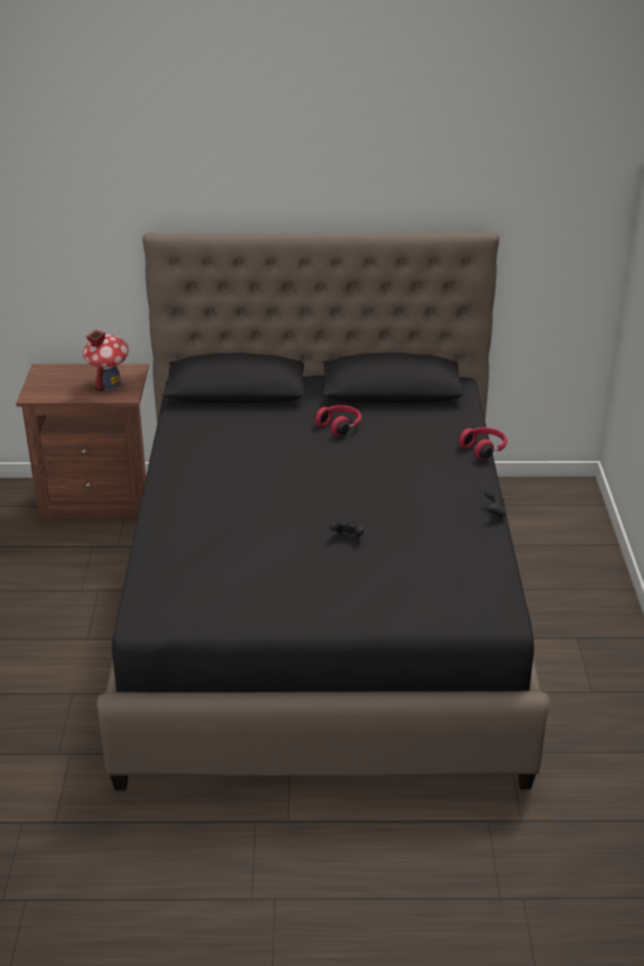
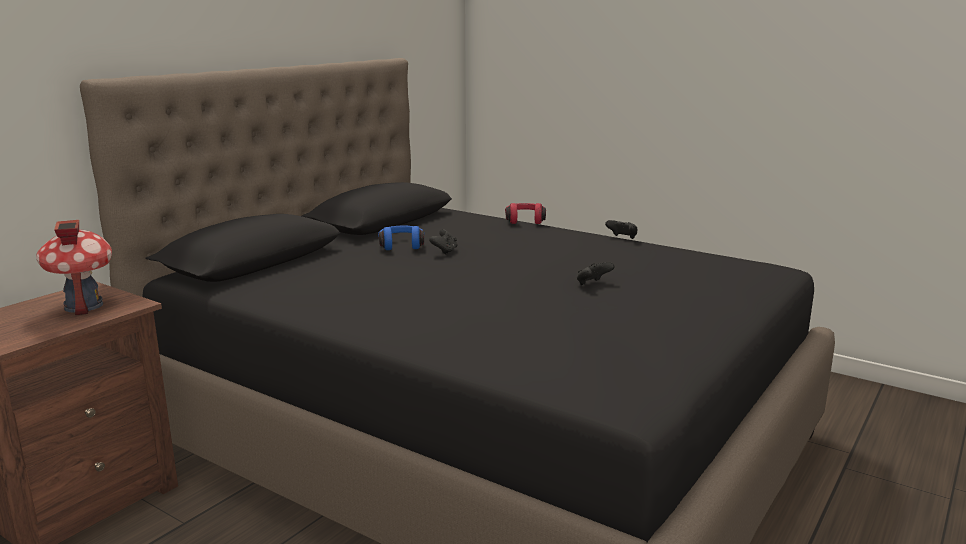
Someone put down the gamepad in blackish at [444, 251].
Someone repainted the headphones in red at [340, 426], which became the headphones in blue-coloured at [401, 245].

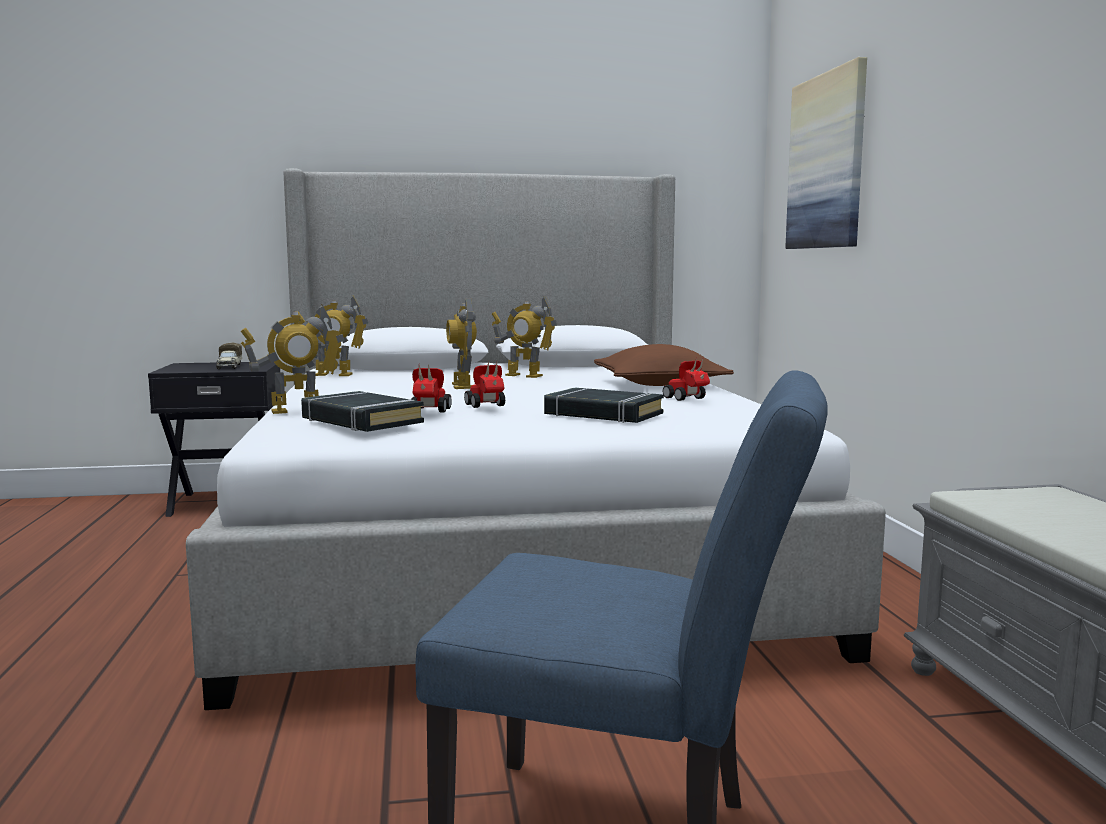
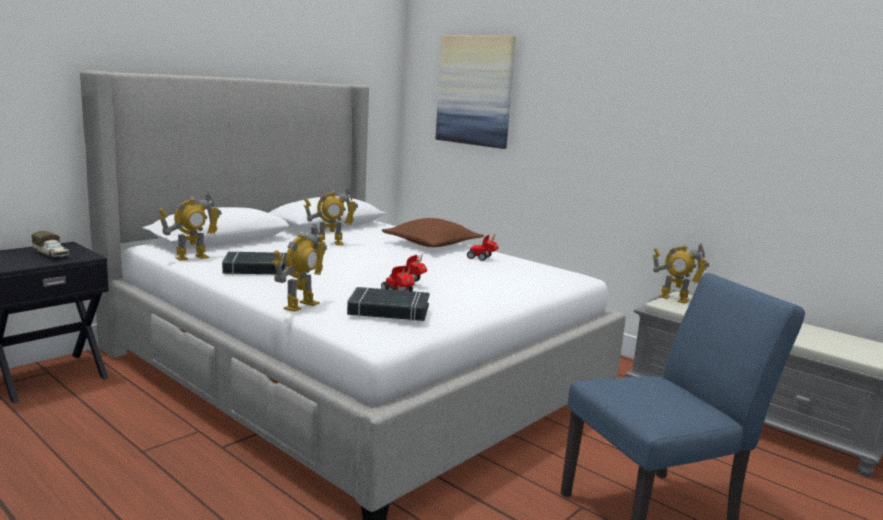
Someone carried the model robot from [462, 386] to [674, 299].
Someone carried the book in blackish from [603, 414] to [258, 269].

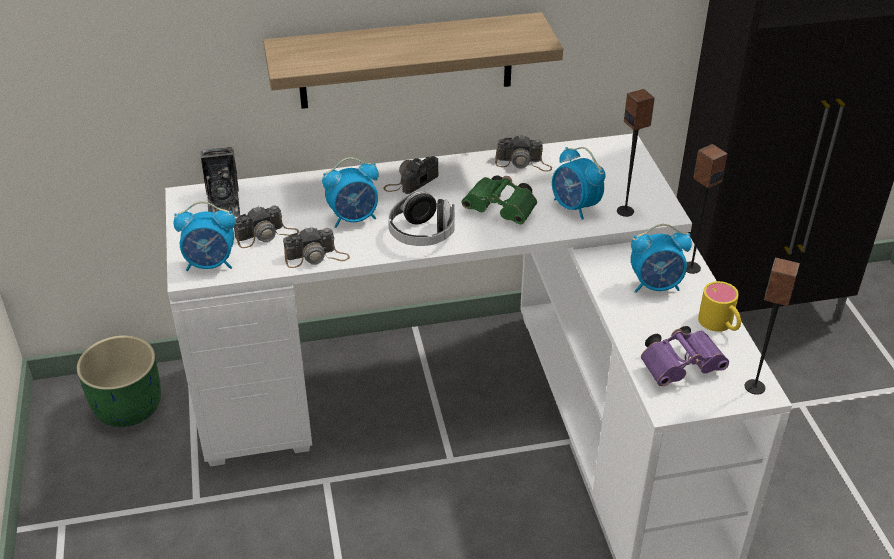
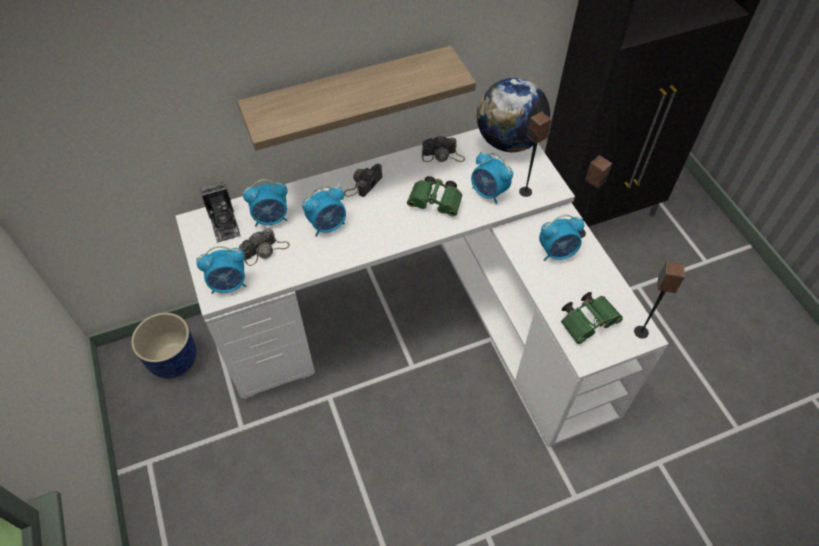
Someone took away the photo camera at [316, 257].
Someone took away the headphones at [422, 234].
Someone took away the coffee mug in yellowish at [720, 325].
Someone put down the table clock at [271, 218].
Someone put down the world globe at [508, 141].
Someone repainted the plant pot in green at [129, 407], which became the plant pot in blue-coloured at [174, 359].
Someone repainted the binoculars in purple-coloured at [682, 366], which became the binoculars in green at [589, 322].

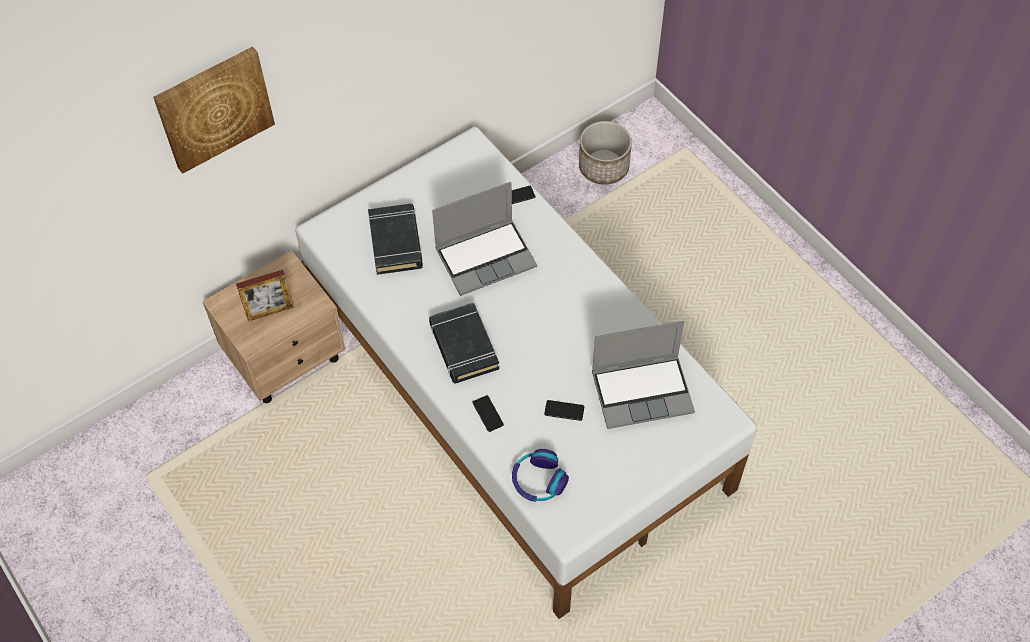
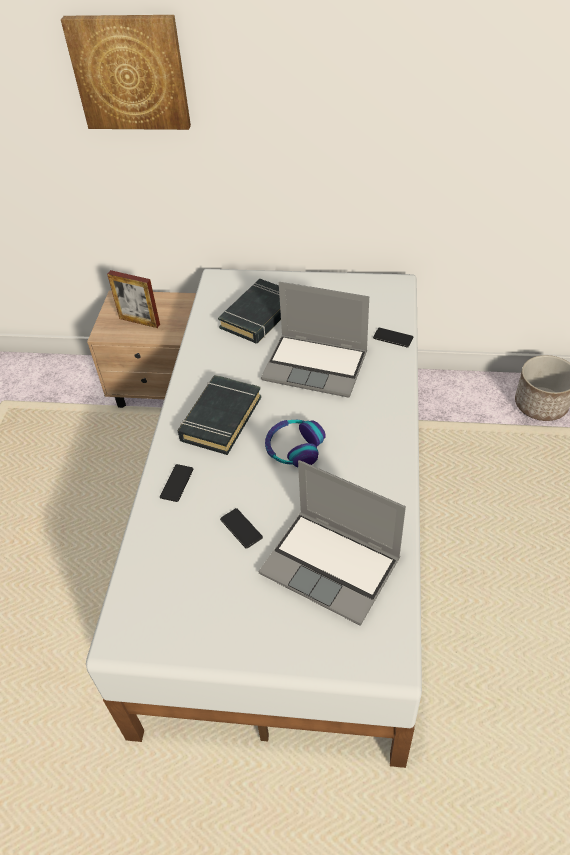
Someone carried the headphones from [538, 480] to [294, 448].

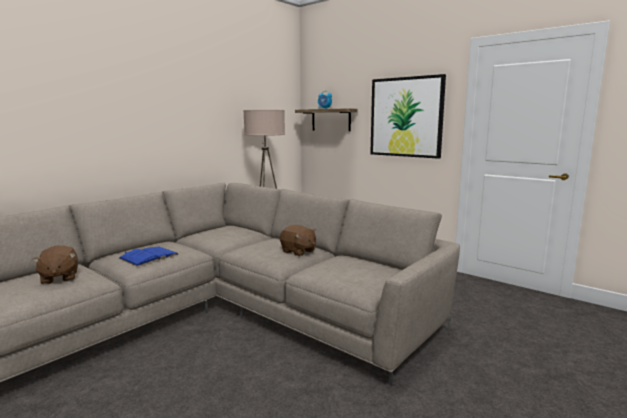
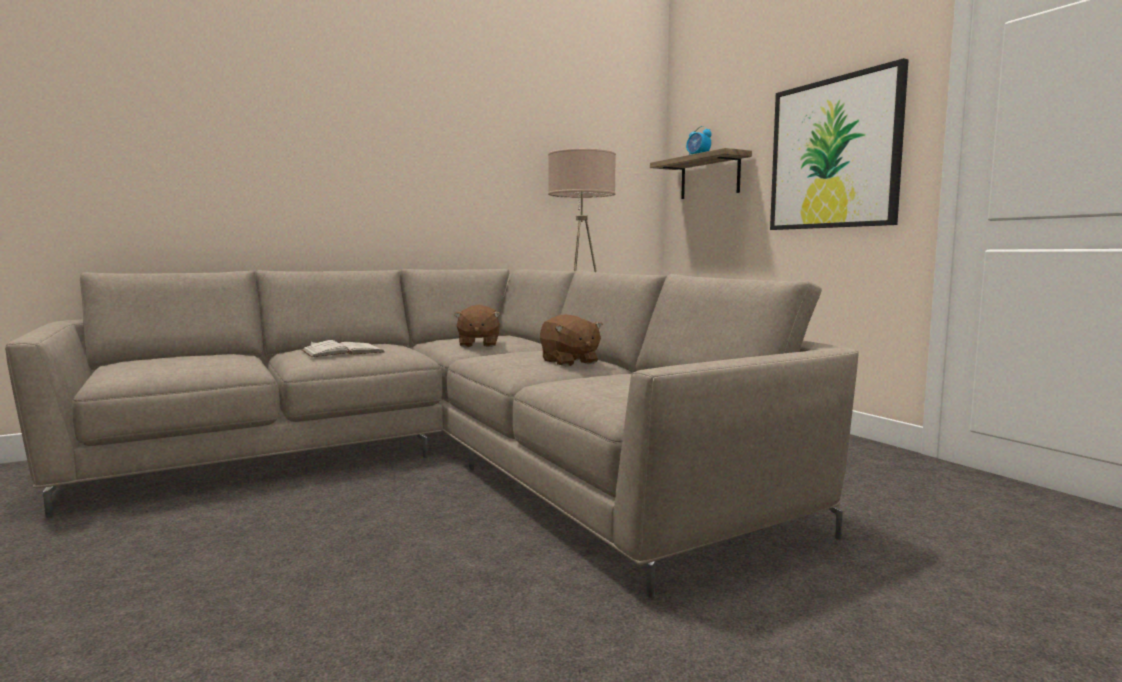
Someone carried the plush toy in brownish from [59, 278] to [478, 344].
Someone repainted the book in blue-coloured at [149, 256], which became the book in white at [342, 351].

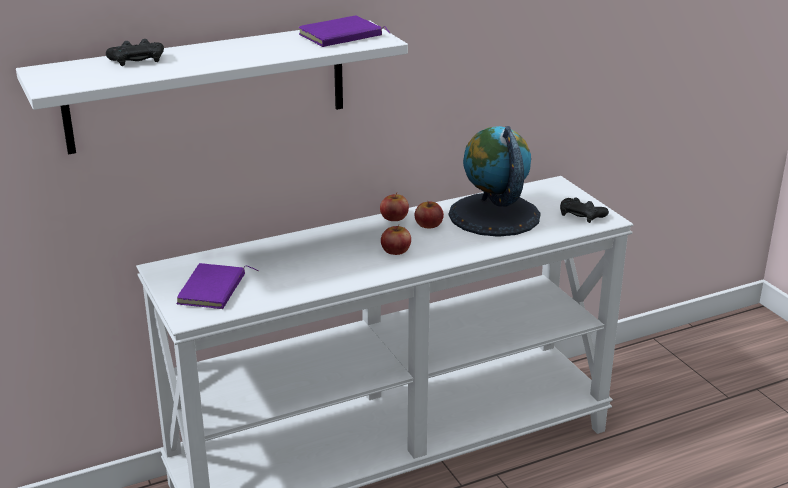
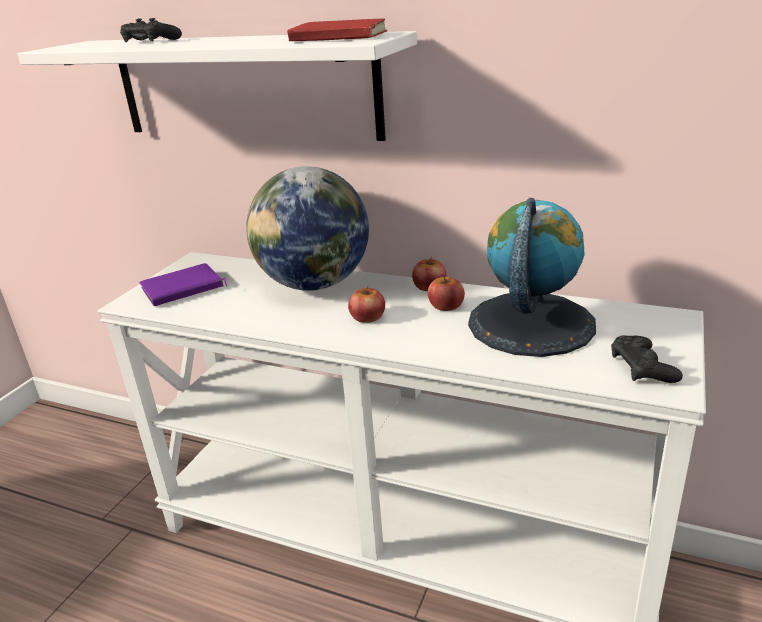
Someone put down the world globe at [315, 284].
Someone repainted the book in purple-coloured at [341, 37], which became the book in red at [337, 38].

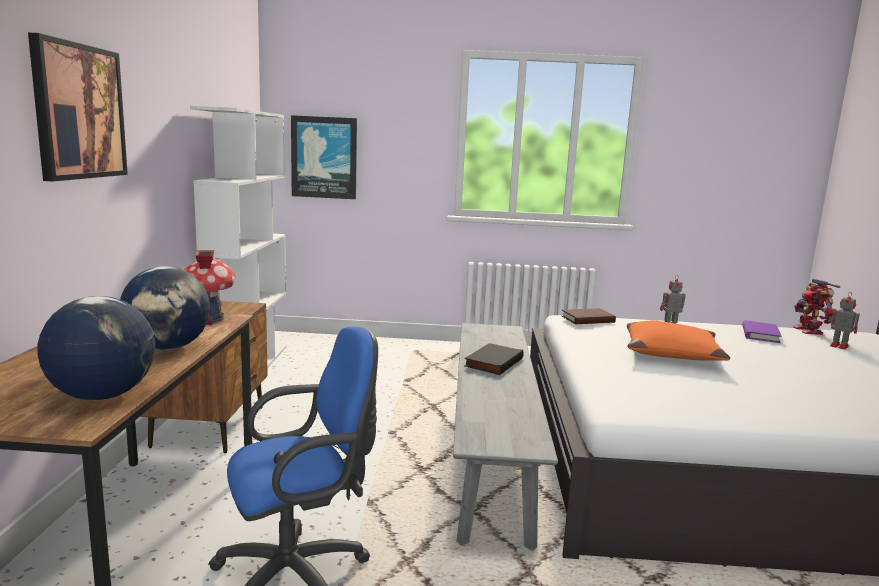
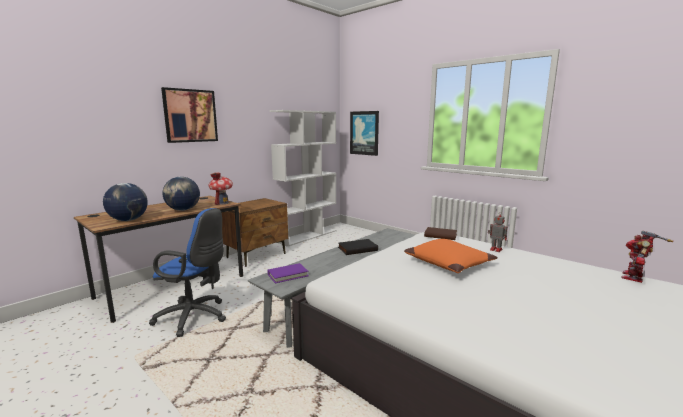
Someone took away the model robot at [838, 346].
Someone carried the book in purple-coloured from [760, 334] to [287, 275].

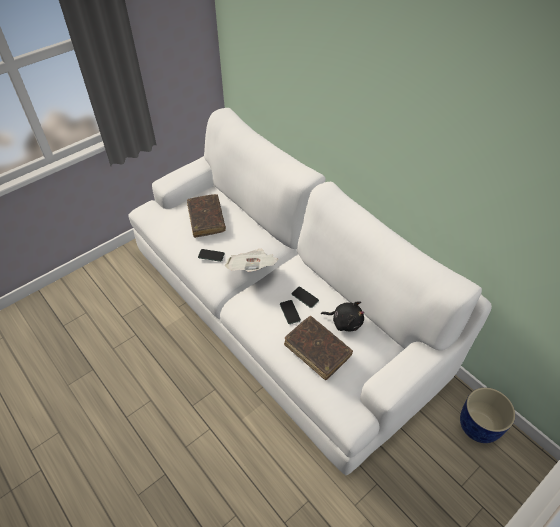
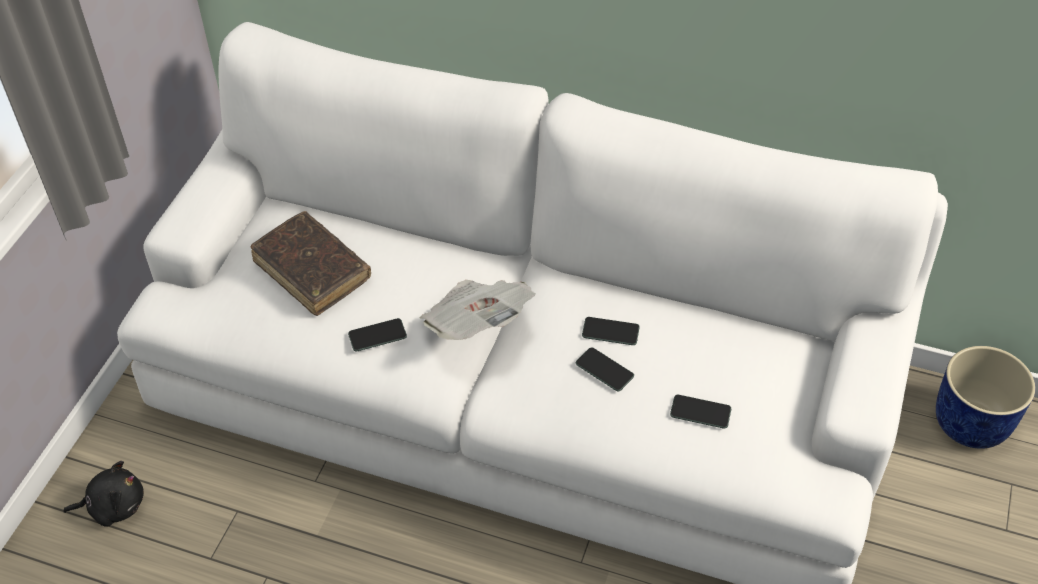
Someone carried the plush toy in blackish from [345, 322] to [113, 506].
Someone swapped the book in brownish at [317, 350] for the telephone at [700, 412].

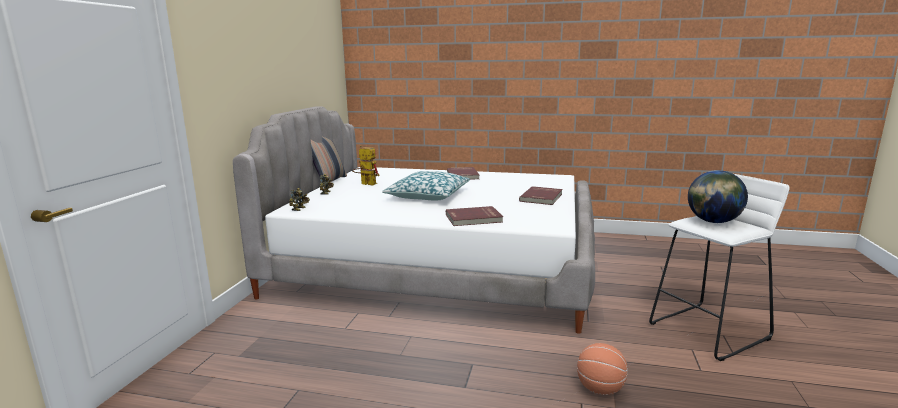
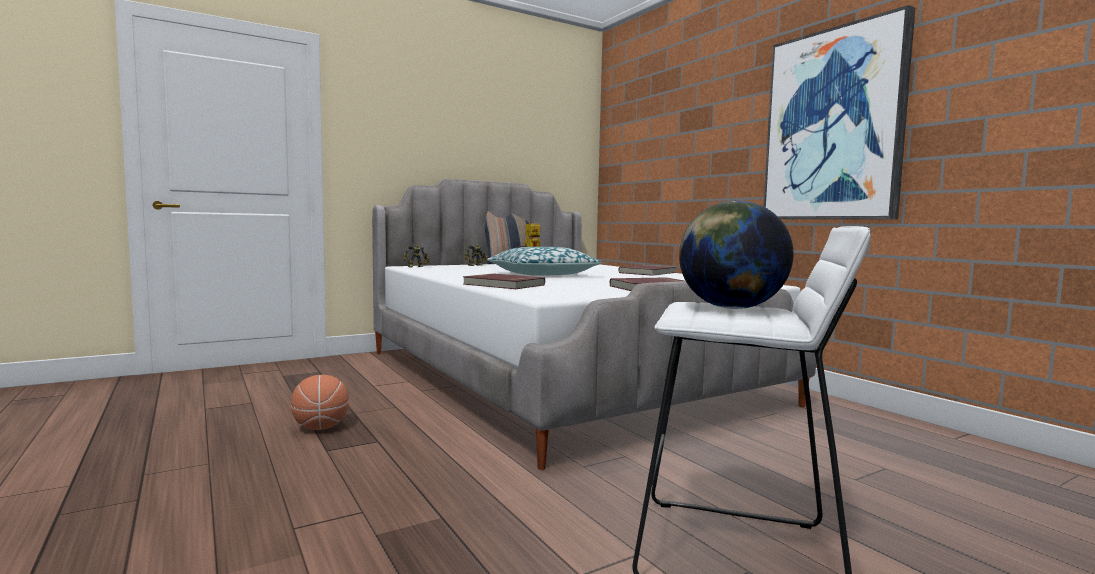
Someone put up the wall art at [833, 125].
Someone carried the basketball ball from [600, 389] to [321, 428].

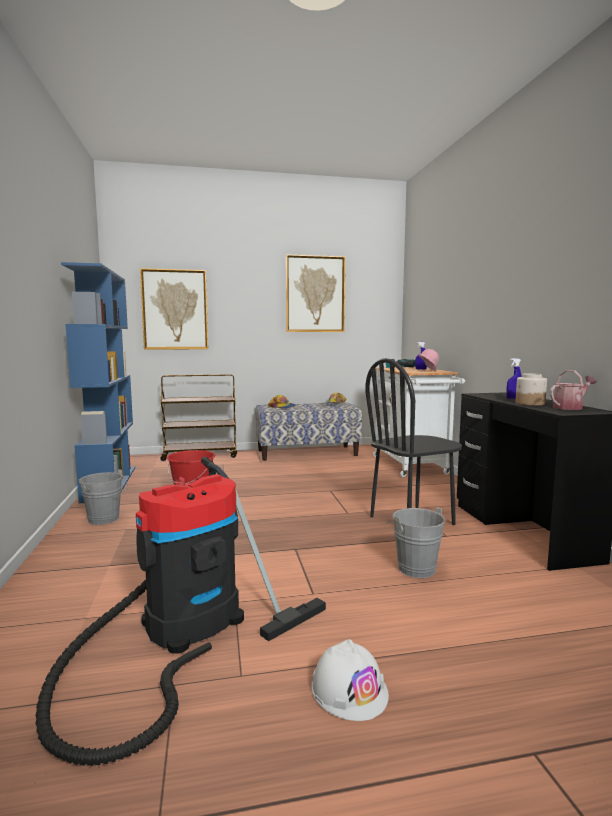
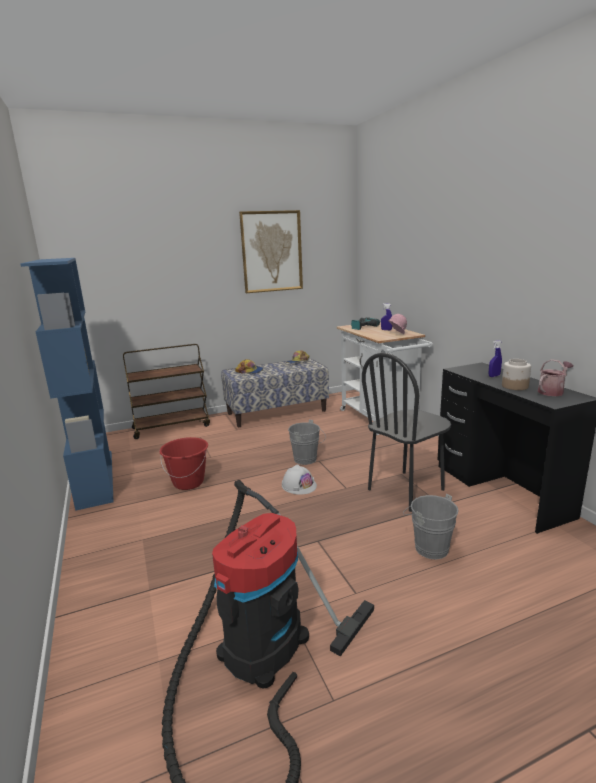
Someone took away the wall art at [175, 310].
Someone carried the bucket in gray from [105, 520] to [307, 460].
Someone carried the hard hat in white from [349, 689] to [299, 485].

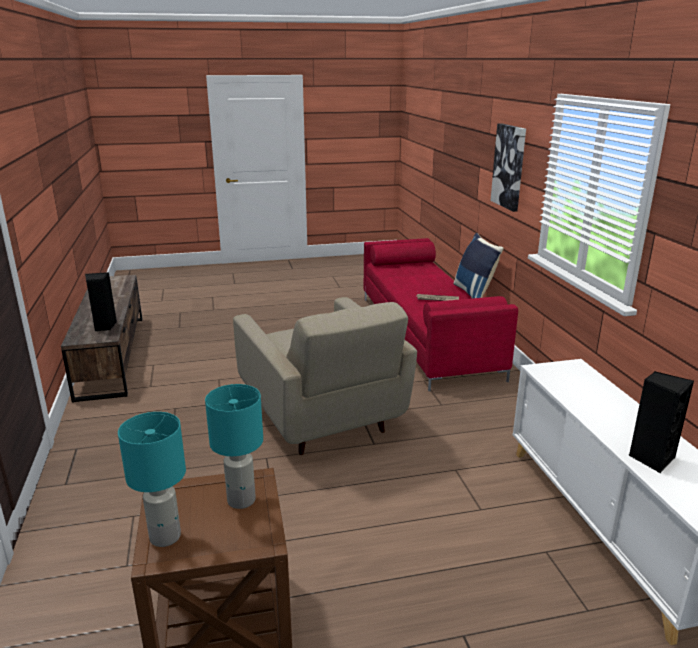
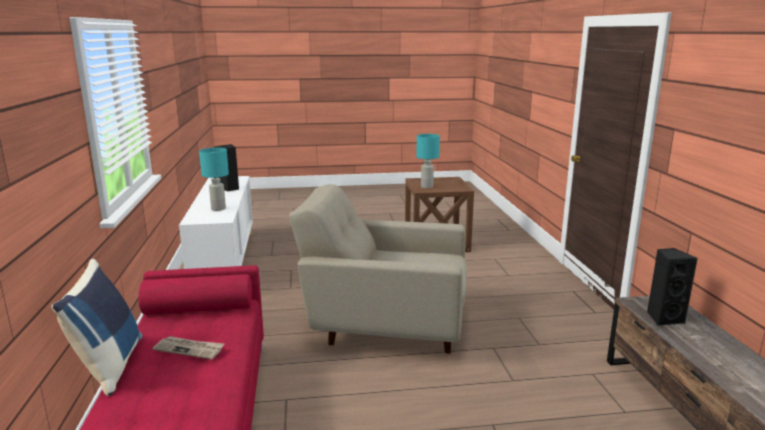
Someone took away the wall art at [509, 166].
Someone carried the lamp for a table in turquoise-coloured from [166, 536] to [218, 209].
Someone rotated the armchair in sand-coloured at [322, 419] by 60 degrees counterclockwise.

